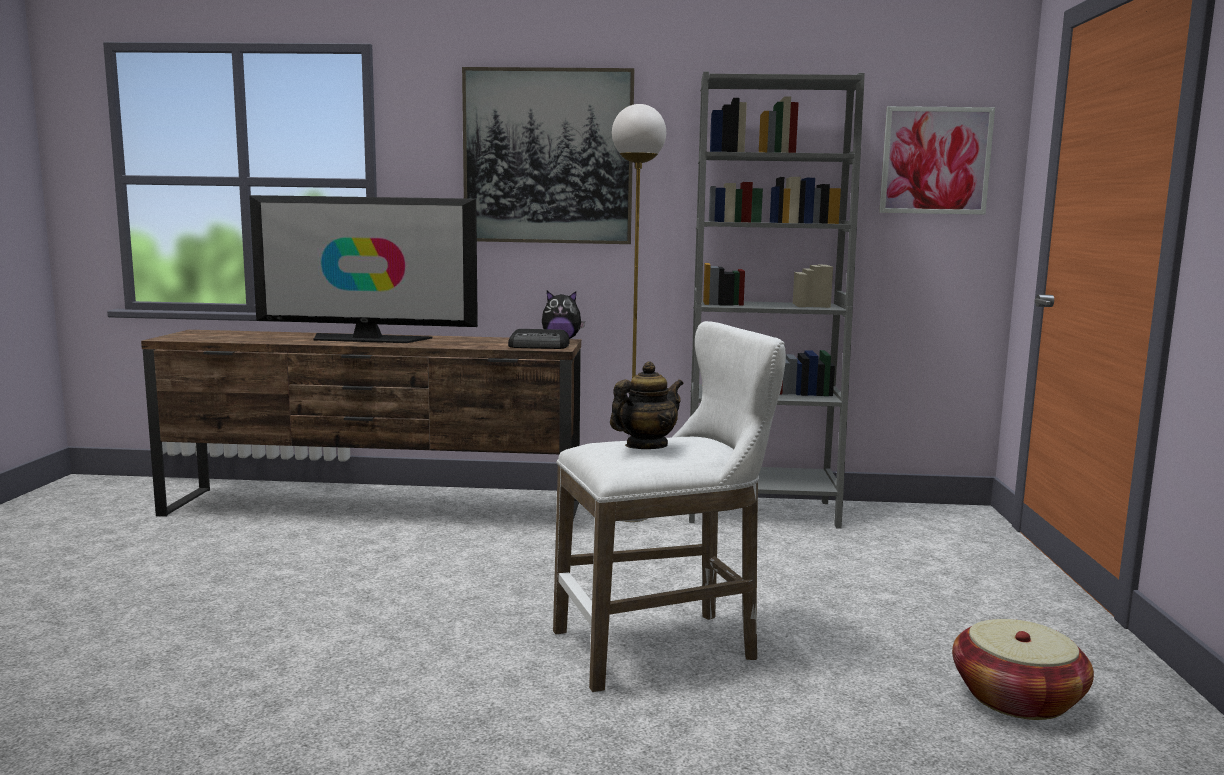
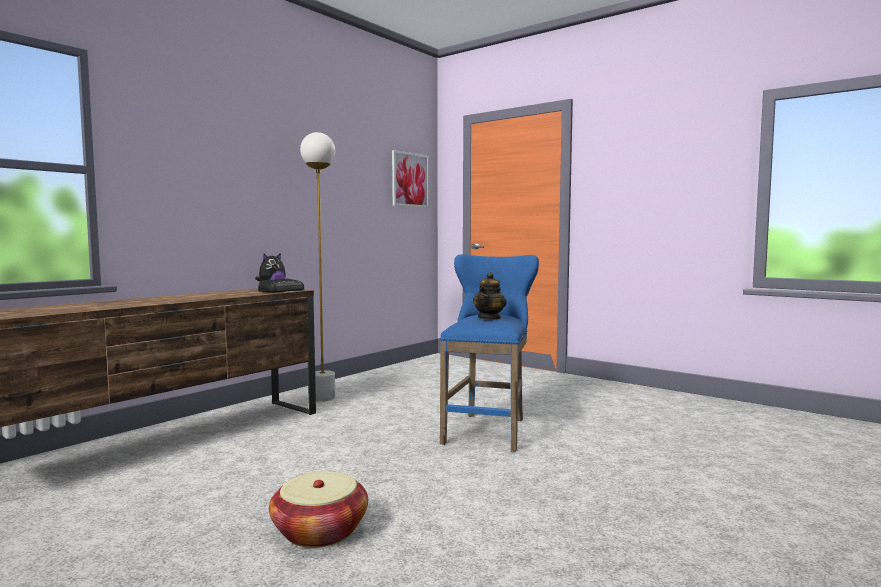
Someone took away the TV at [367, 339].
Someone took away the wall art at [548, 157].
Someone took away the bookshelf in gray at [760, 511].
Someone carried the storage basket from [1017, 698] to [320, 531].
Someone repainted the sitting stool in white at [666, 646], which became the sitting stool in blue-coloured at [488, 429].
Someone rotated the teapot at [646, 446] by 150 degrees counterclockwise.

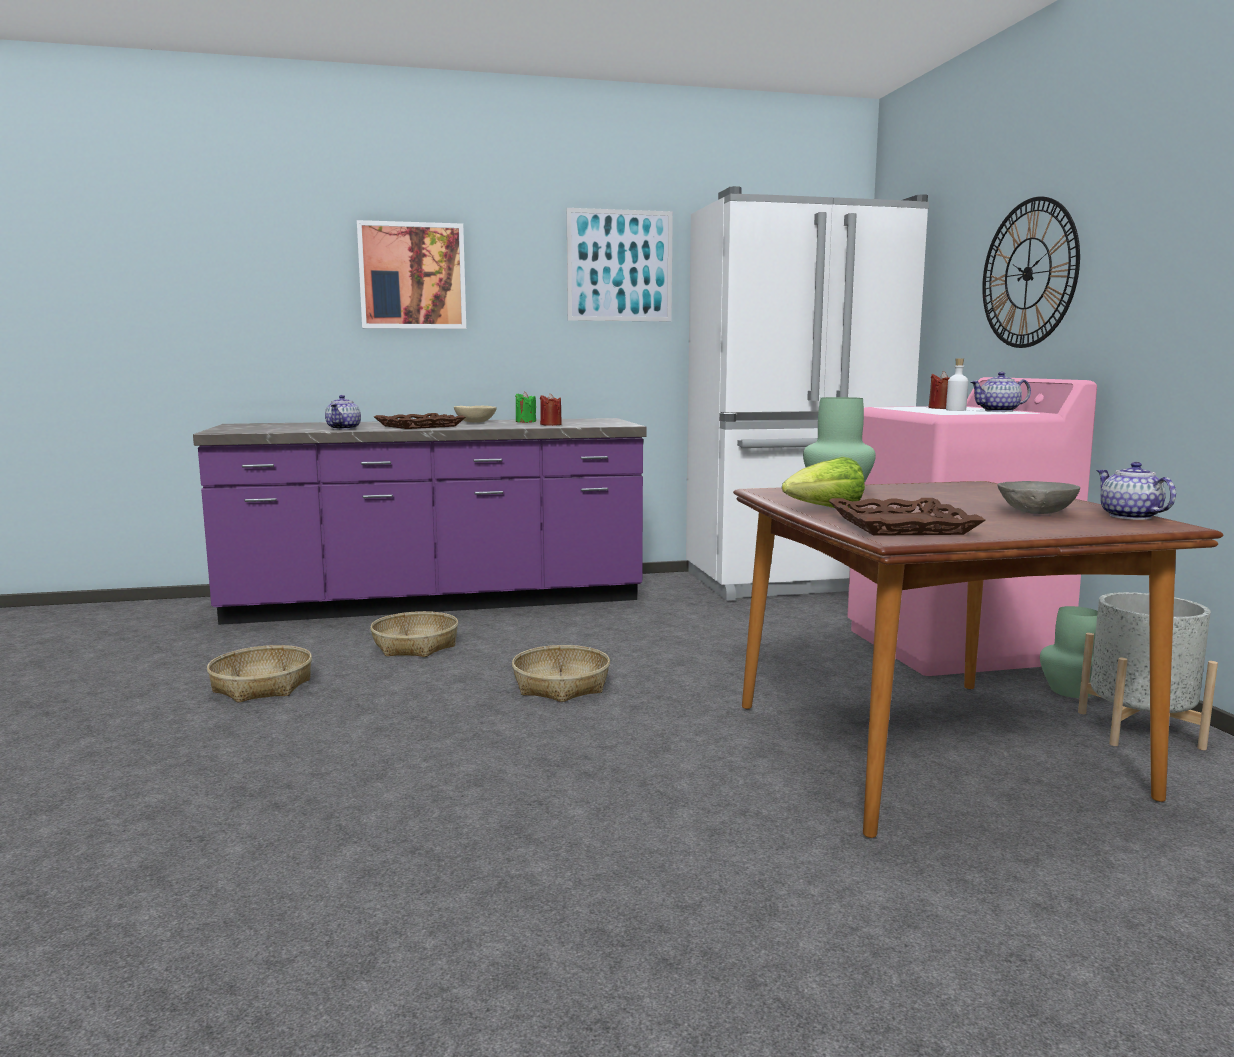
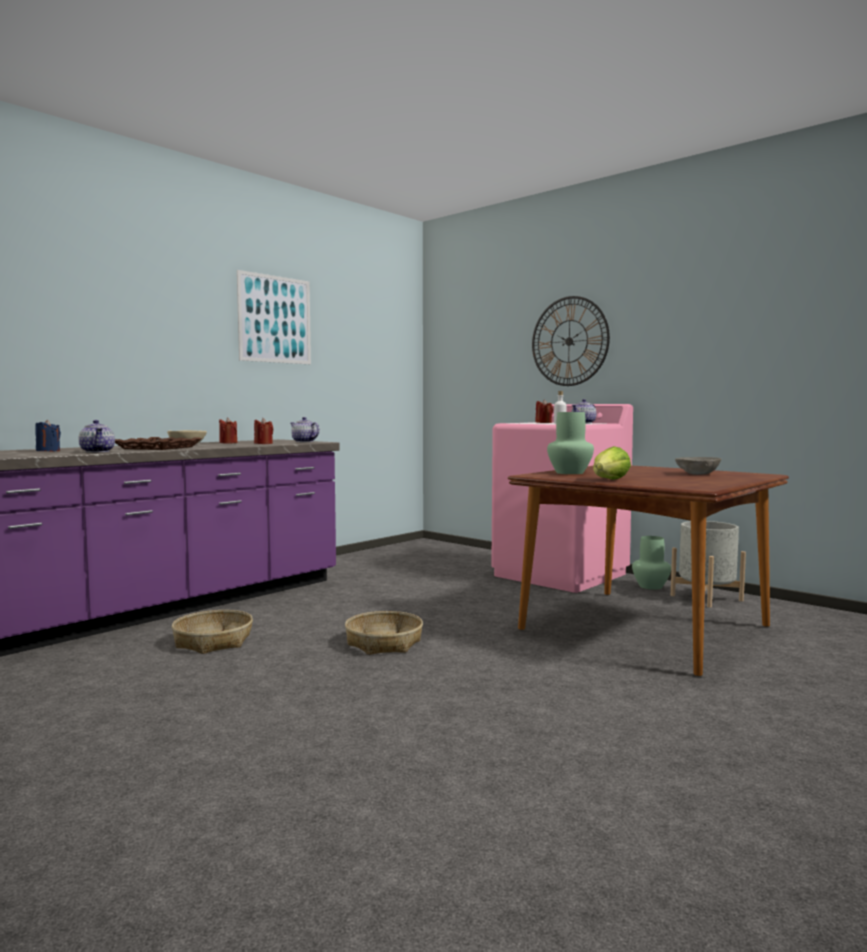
Someone took away the storage basket at [262, 686].
Someone took away the wall art at [412, 276].
Someone took away the kitchen fridge in white at [795, 582].
Someone took away the tray in brownish at [899, 526].
Someone put down the candle in blue-coloured at [48, 451].
Someone carried the teapot from [1130, 516] to [304, 441].
Someone repainted the candle in green at [525, 422], which became the candle in red at [228, 443].

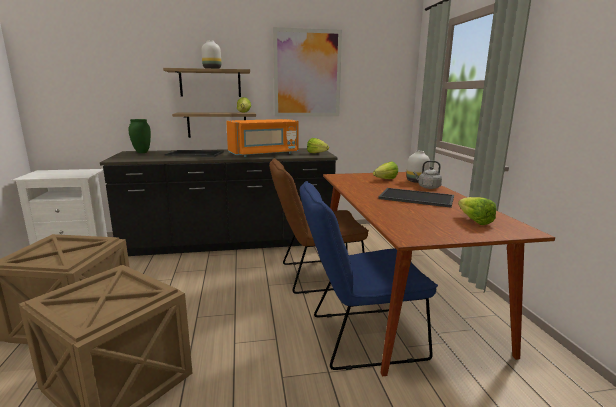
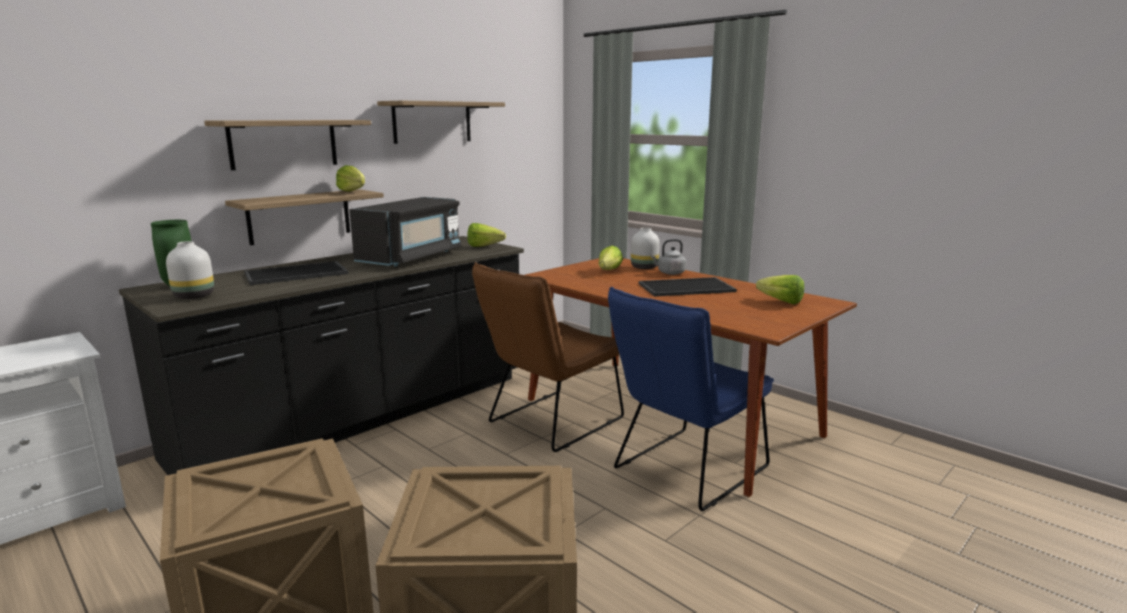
Someone carried the vase in white from [212, 69] to [193, 296].
Someone swapped the wall art at [307, 73] for the wall shelf at [432, 122].
Someone repainted the kitchen microwave in orange-coloured at [264, 154], which became the kitchen microwave in blackish at [411, 257].

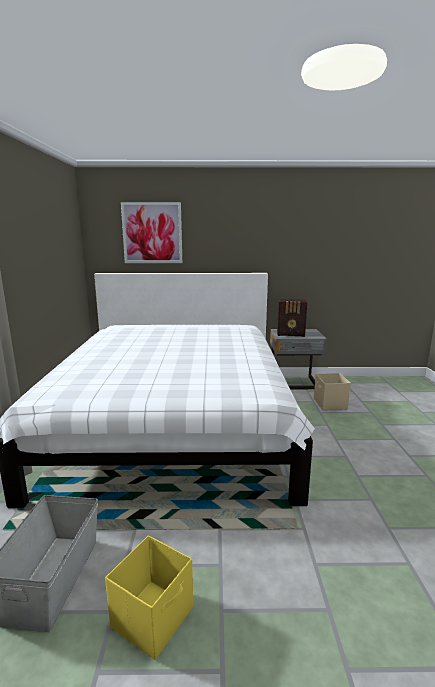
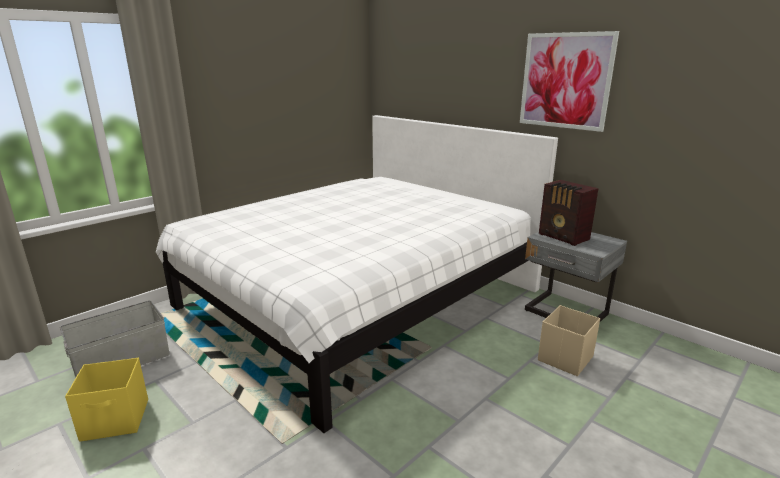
Someone carried the wall art from [152, 233] to [565, 81].

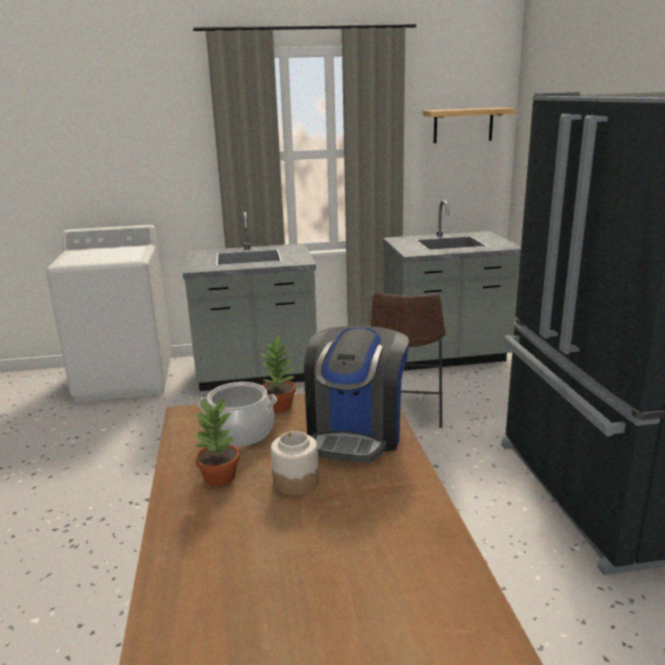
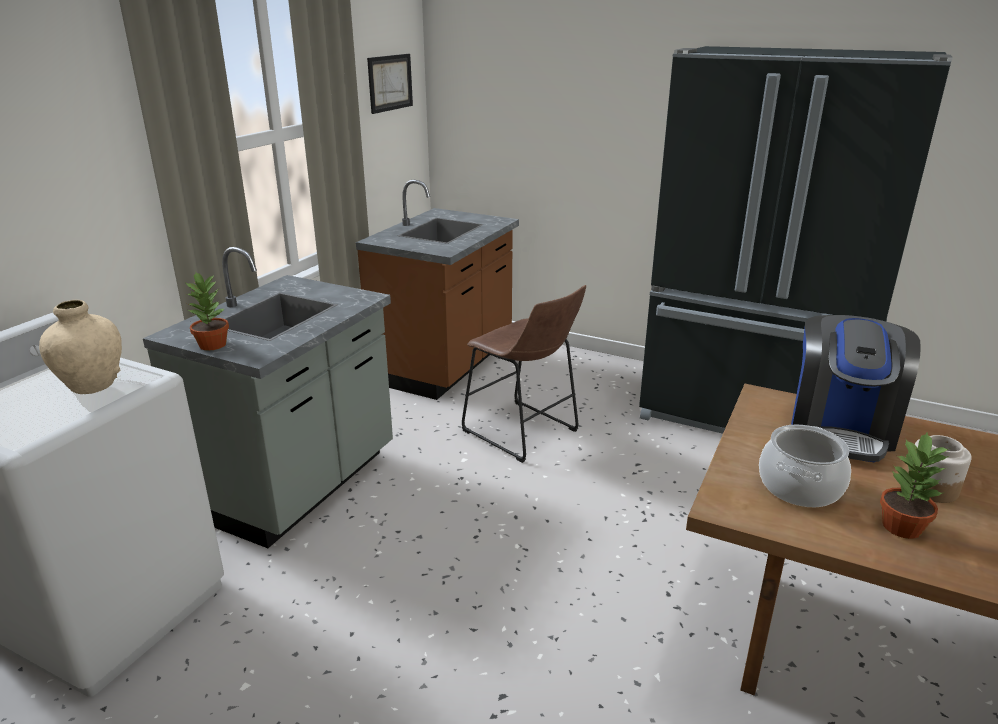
Someone put down the vase in sand-coloured at [92, 386].
Someone carried the potted plant from [279, 406] to [213, 344].
Someone swapped the wall shelf at [463, 125] for the wall art at [390, 83].
Someone repainted the kitchen counter in gray at [445, 356], which became the kitchen counter in brownish at [446, 365].
Someone rotated the coffee brewer at [356, 432] by 60 degrees clockwise.

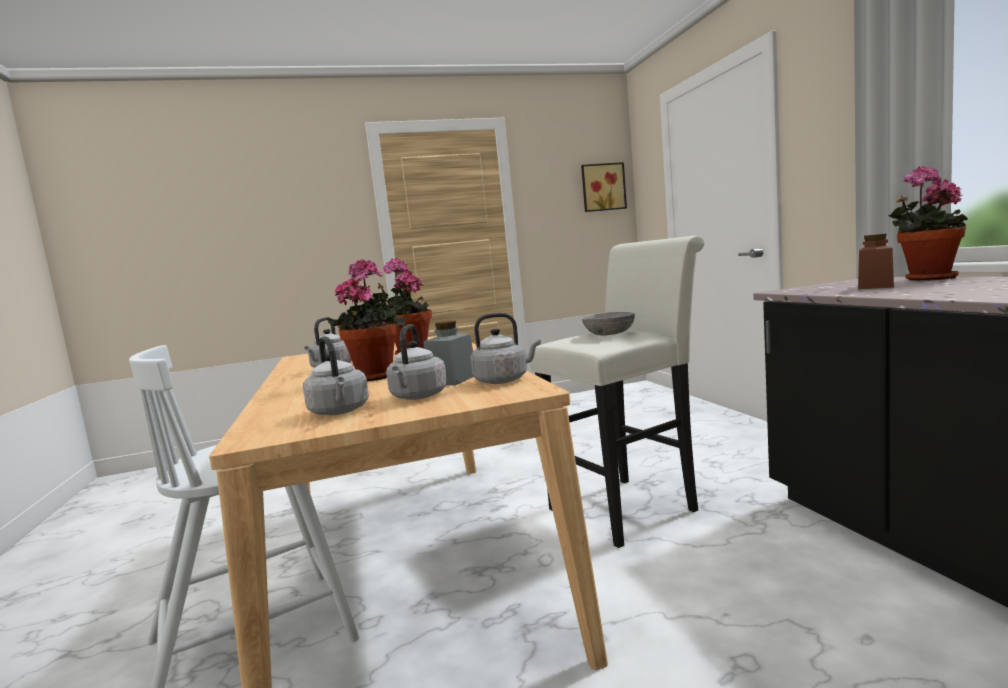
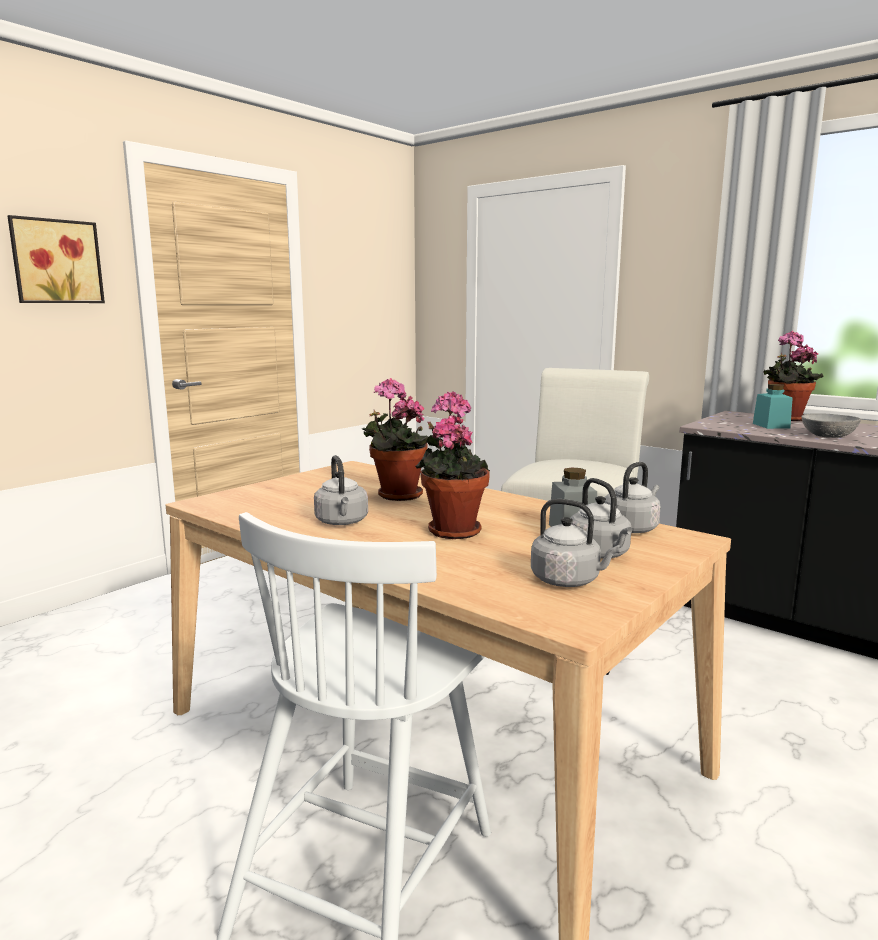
Someone carried the wall art from [602, 187] to [56, 261].
Someone carried the serving bowl in gray from [610, 334] to [829, 436].
Someone repainted the storage jar in brownish at [875, 286], which became the storage jar in turquoise-coloured at [771, 426].

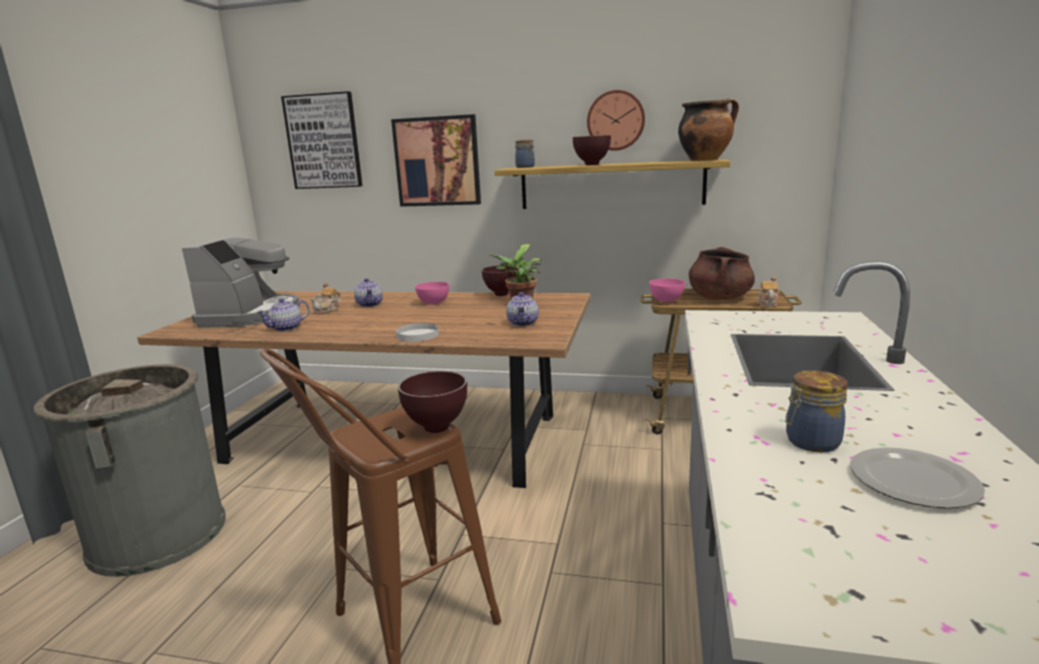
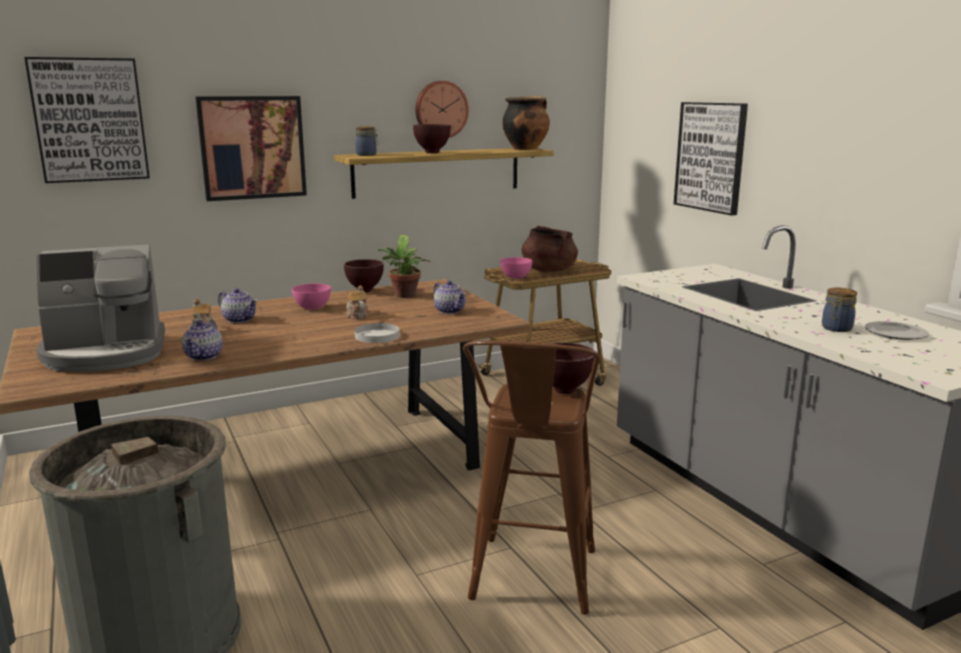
Someone put up the wall art at [711, 157].
Someone carried the teapot from [767, 304] to [356, 315].
Someone rotated the coffee brewer at [251, 315] by 105 degrees clockwise.

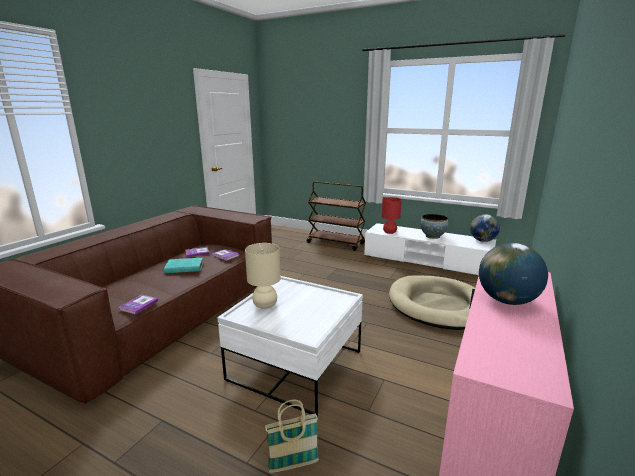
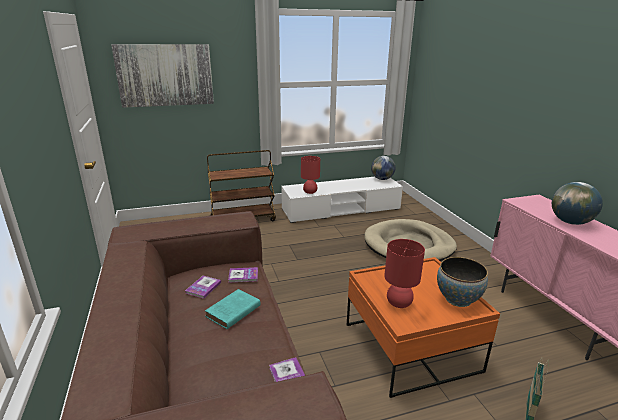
Someone put up the wall art at [165, 75].
Someone carried the serving bowl from [432, 236] to [457, 299].
Someone repainted the lounge table in white at [295, 365], which became the lounge table in orange-coloured at [410, 347].
Someone repainted the lamp for a table in sand-coloured at [265, 305], which became the lamp for a table in red at [399, 303].

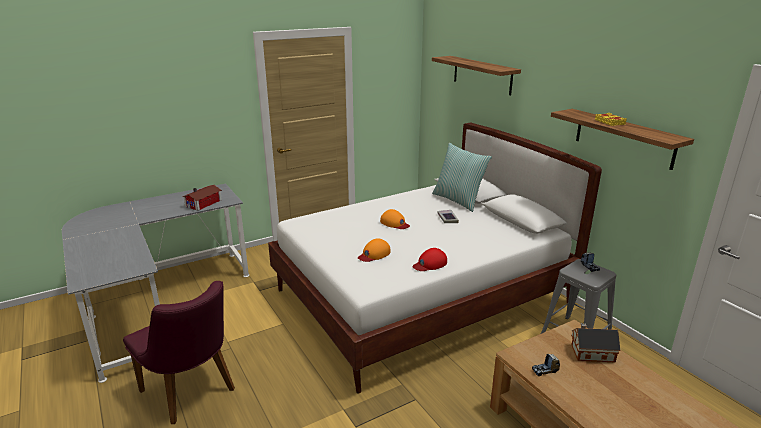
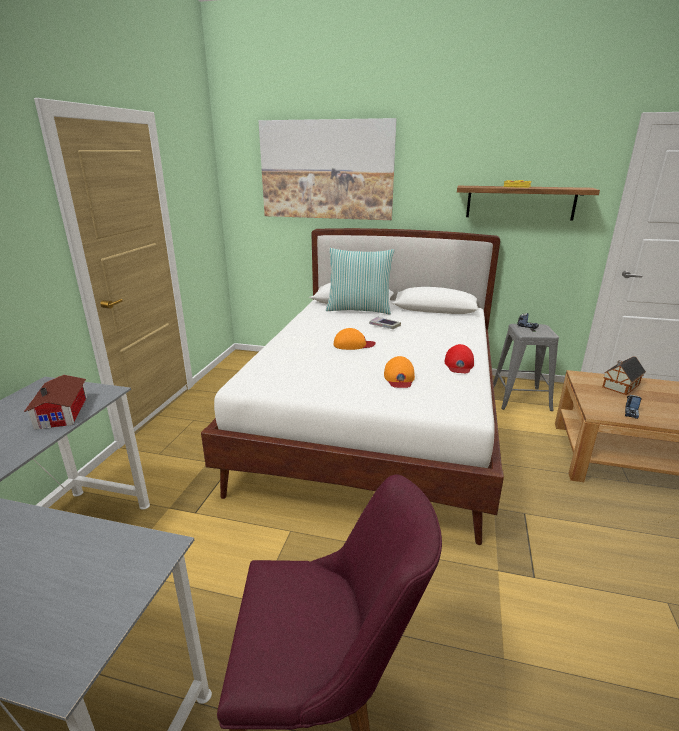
Someone swapped the wall shelf at [482, 75] for the wall art at [326, 170].

